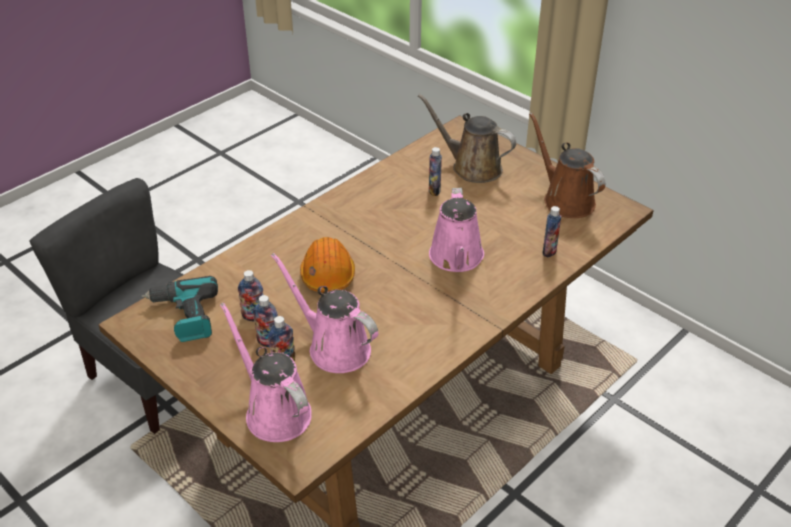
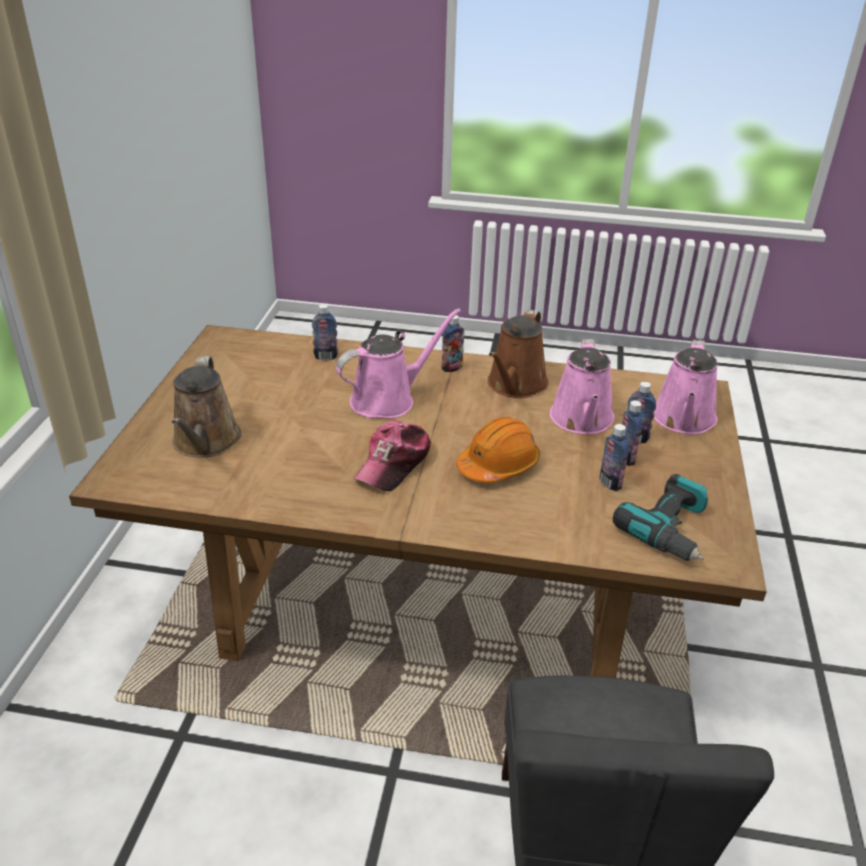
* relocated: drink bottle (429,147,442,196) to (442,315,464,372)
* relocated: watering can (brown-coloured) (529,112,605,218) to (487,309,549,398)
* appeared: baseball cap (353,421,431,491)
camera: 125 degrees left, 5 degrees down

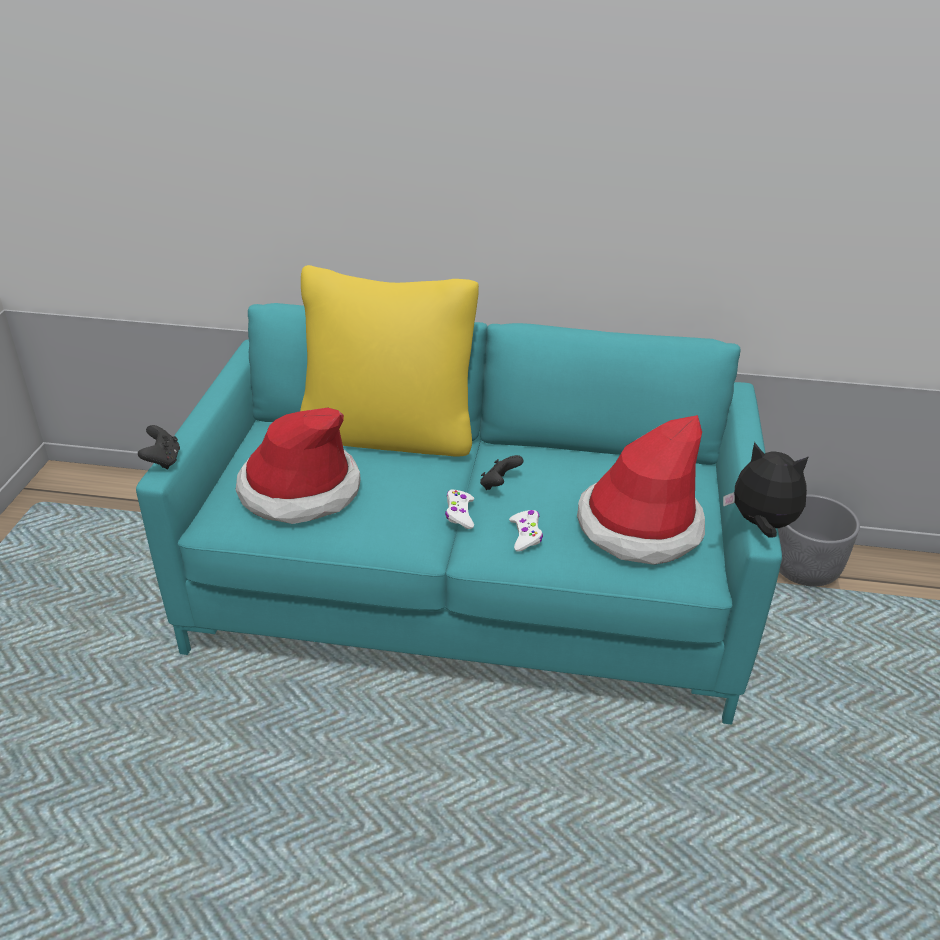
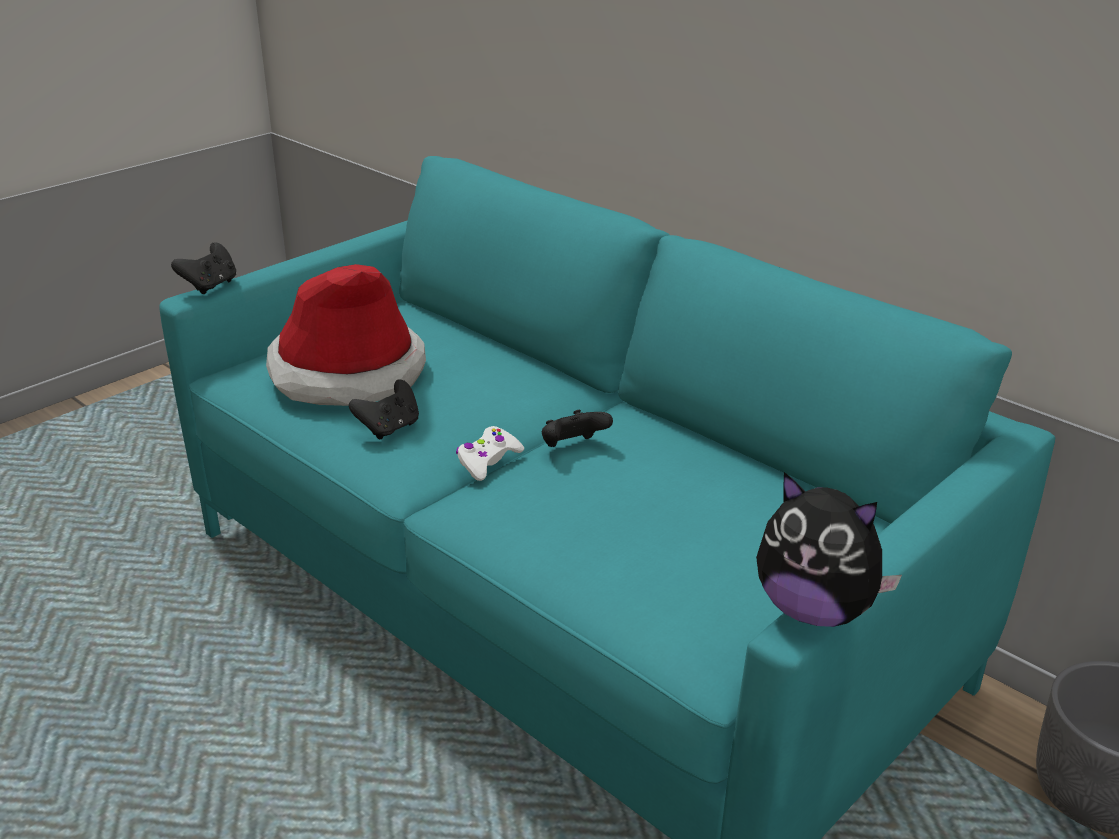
* missing: throw pillow (yellow-coloured) (300,265,479,457)
* missing: game controller (white-coloured) (509,510,543,552)
* missing: clothing hat (577,415,705,565)
* spun: soft toy (723,442,809,538) = (756,472,902,627) 150 degrees clockwise
* appeared: game controller (black) (349,379,419,439)
camera: 35 degrees right, 5 degrees down

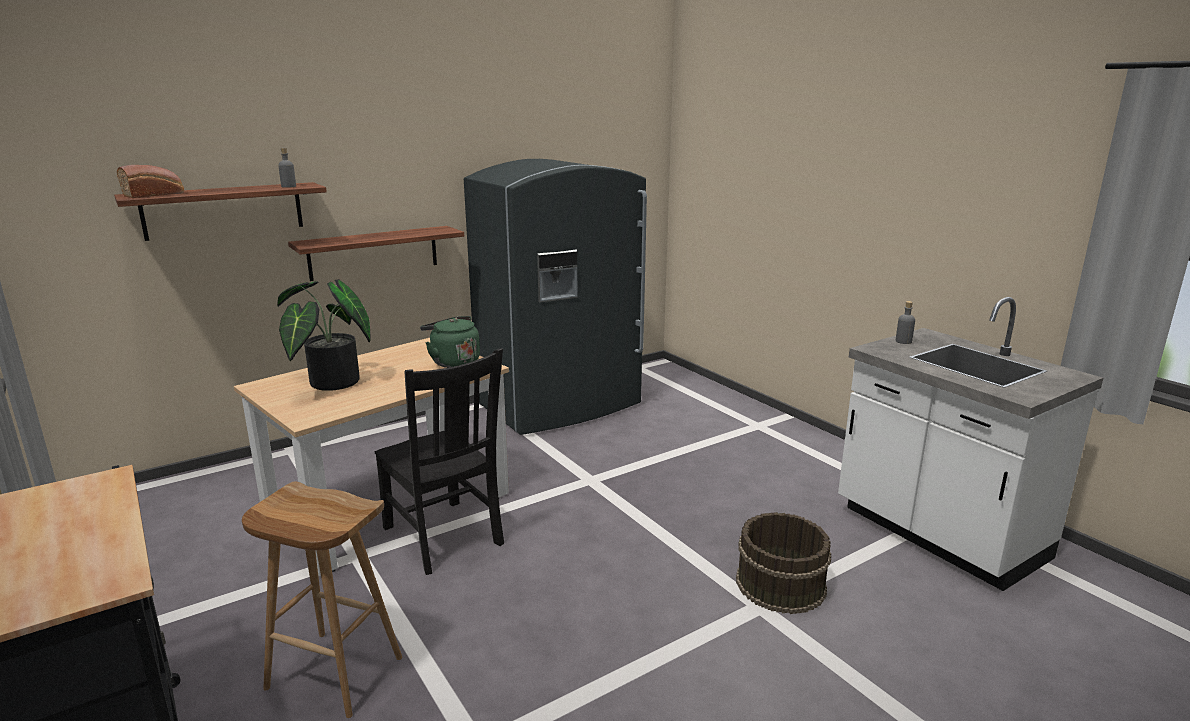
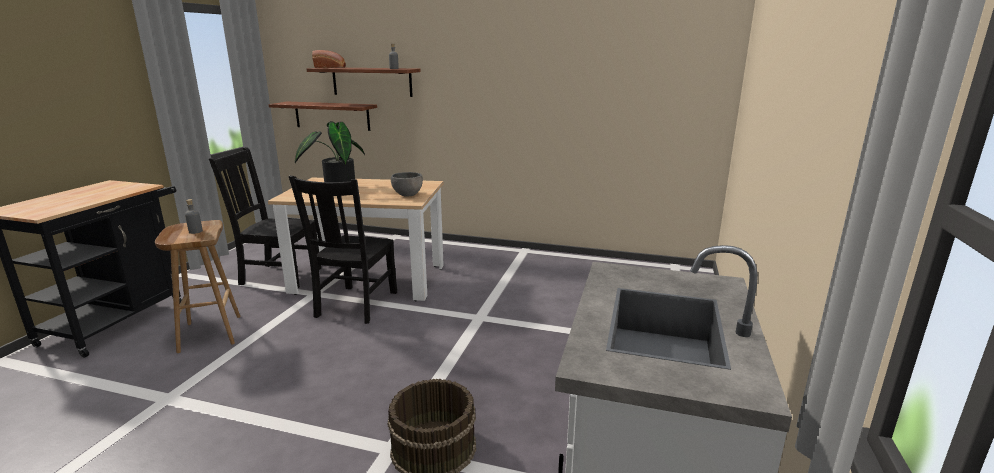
* relocated: shelf (288,226,464,281) to (269,102,377,131)
* exchanged: water kettle (green) (420,316,480,368) to deep dish (grey) (391,172,423,197)
* missing: kitchen fridge (grey) (464,159,647,435)
* relocated: drink bottle (grey) (896,301,915,344) to (185,199,203,234)
* appeared: chair (black) (209,147,321,288)
camera: 50 degrees right, 0 degrees up

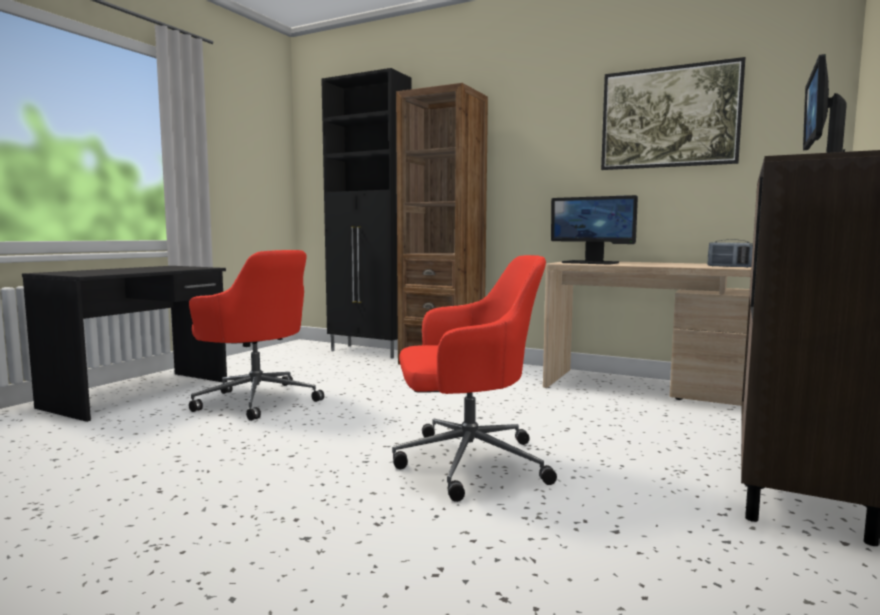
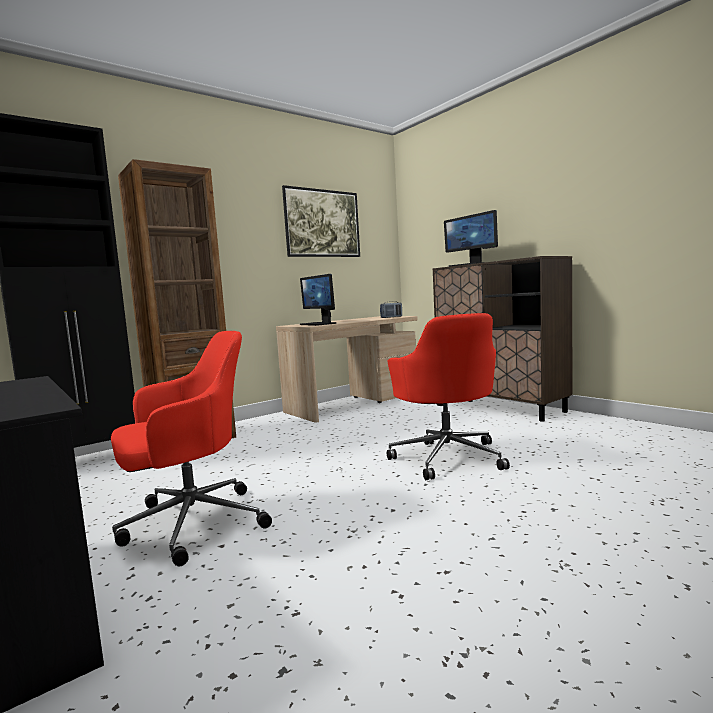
* spun: computer chair (red) (392,255,557,502) = (387,313,510,480) 150 degrees clockwise
* spun: computer screen (551,195,638,264) = (300,274,336,326) 90 degrees clockwise
camera: 65 degrees left, 0 degrees up

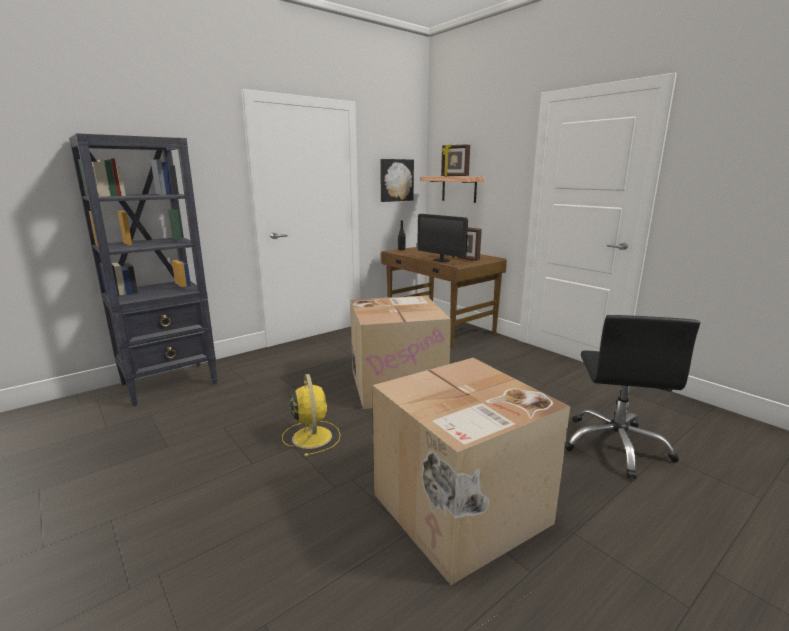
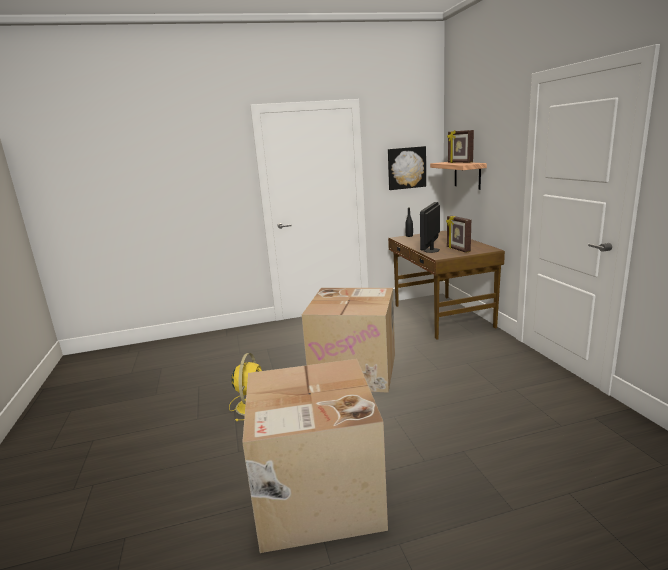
* missing: bookshelf (black) (69,133,217,407)
* spun: computer screen (417,214,468,262) = (420,202,440,253) 45 degrees clockwise
* missing: computer chair (black) (565,315,700,479)
camera: 25 degrees right, 0 degrees up

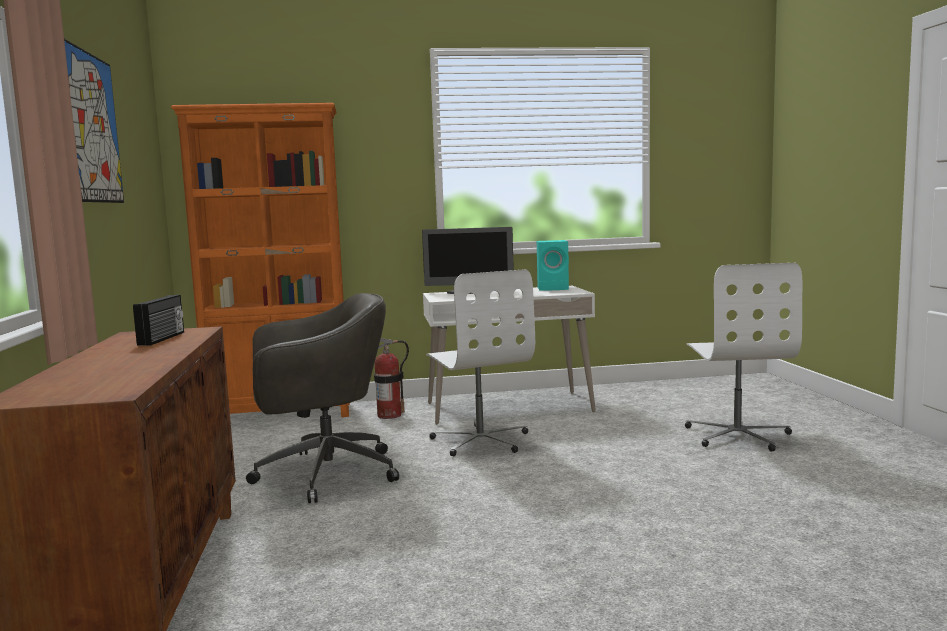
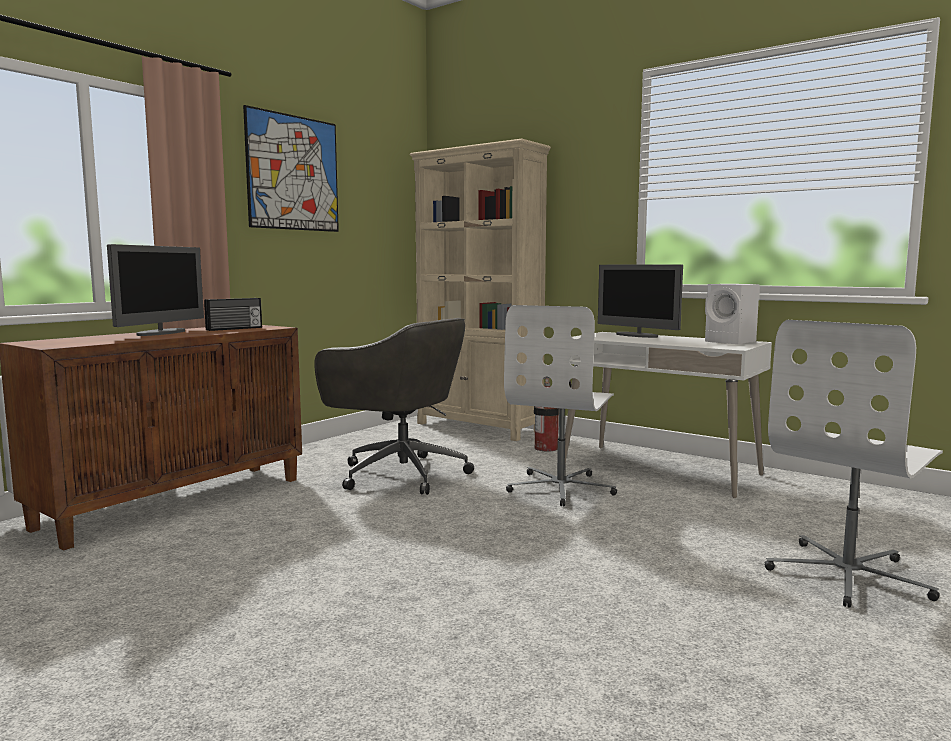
* colour: bookshelf (orange) (171,103,350,417) to bookshelf (sand-coloured) (409,139,551,441)
* colour: loudspeaker (turquoise-coloured) (537,240,569,291) to loudspeaker (white-coloured) (705,284,760,344)
* appeared: computer screen (107,244,204,336)
camera: 45 degrees right, 0 degrees up

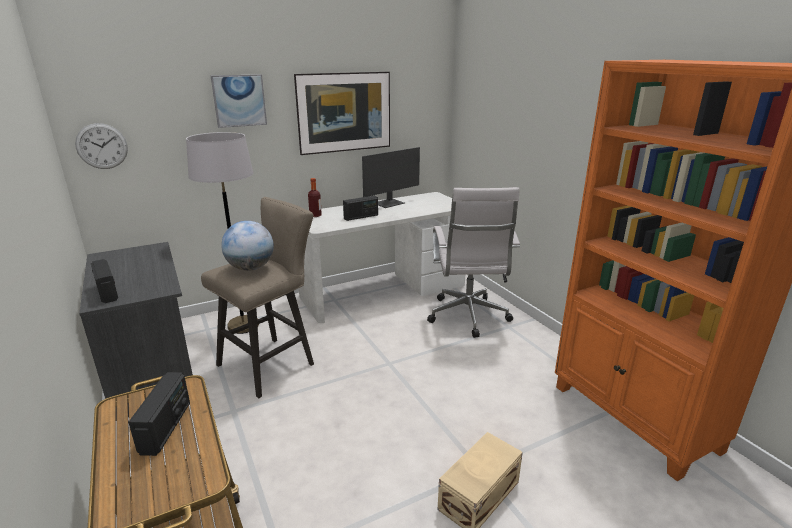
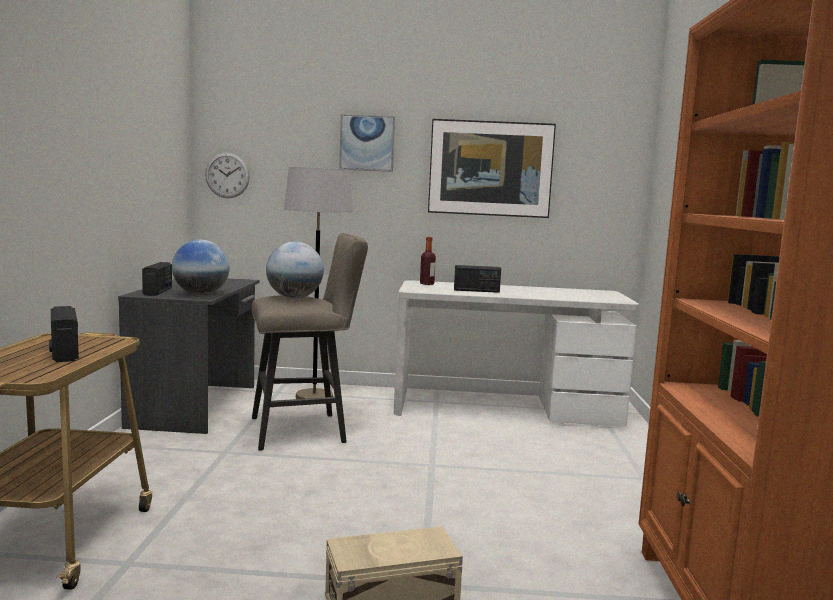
* spun: radio (128,372,190,456) = (49,306,79,362) 120 degrees clockwise
* missing: computer screen (362,147,420,208)
* missing: computer chair (white-coloured) (427,187,520,338)
* appeared: desk globe (172,240,230,295)
camera: 30 degrees right, 15 degrees down

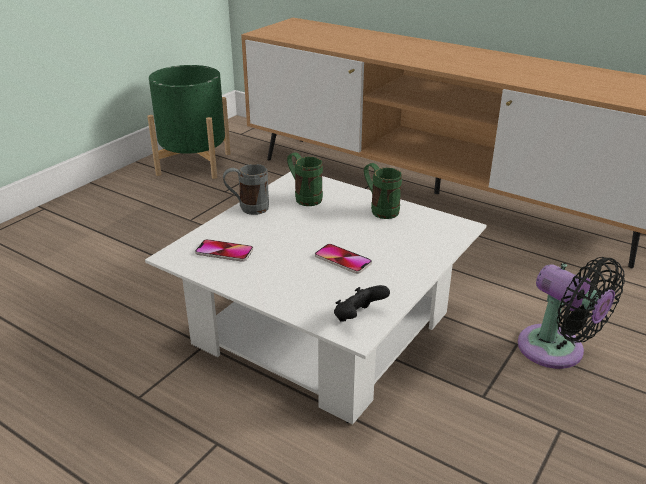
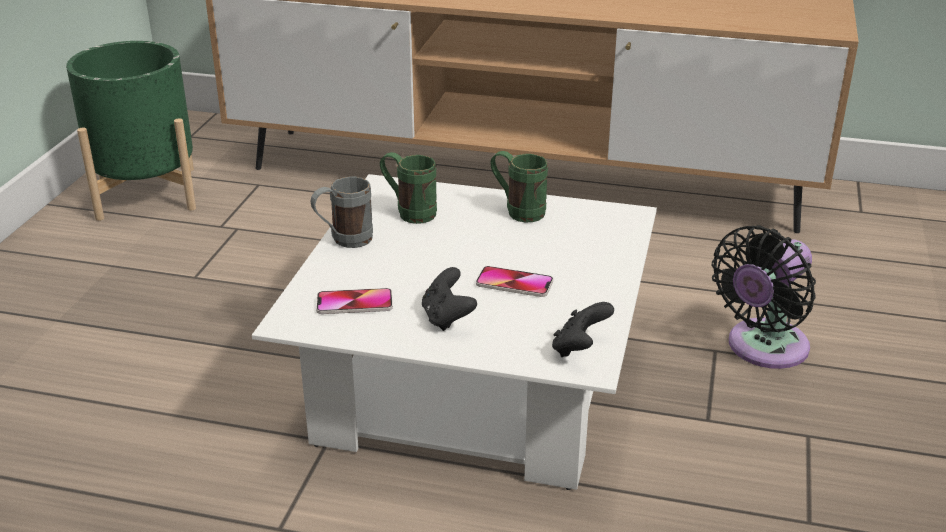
* spun: fan (black) (518,257,625,369) = (712,225,816,369) 105 degrees clockwise
* appeared: game controller (black) (422,267,477,331)
camera: 20 degrees left, 0 degrees up

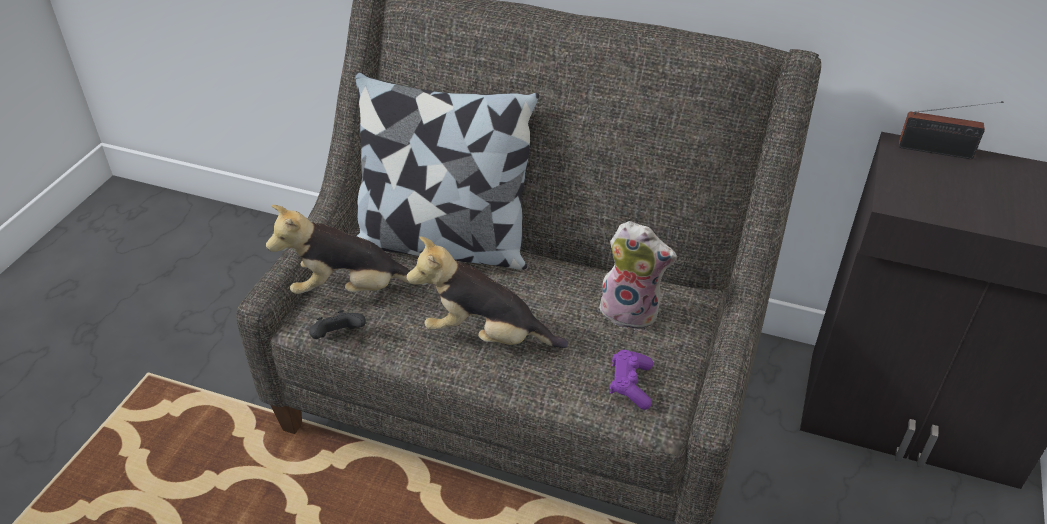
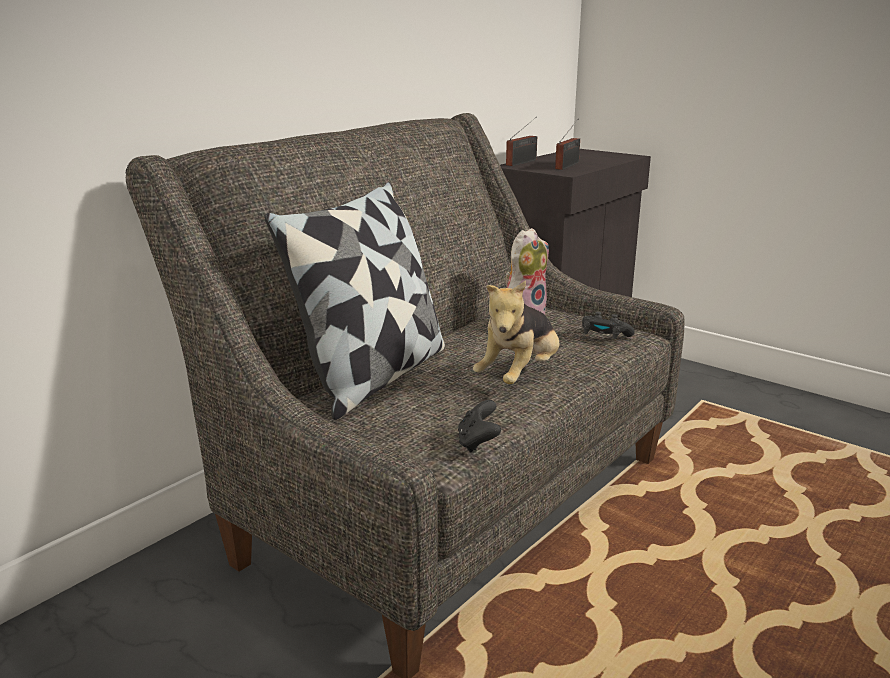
* missing: soft toy (266,205,421,294)
* colour: game controller (purplish) (610,350,653,410) to game controller (black) (582,312,635,339)
* appeared: radio (555,119,580,170)
camera: 70 degrees left, 20 degrees down

